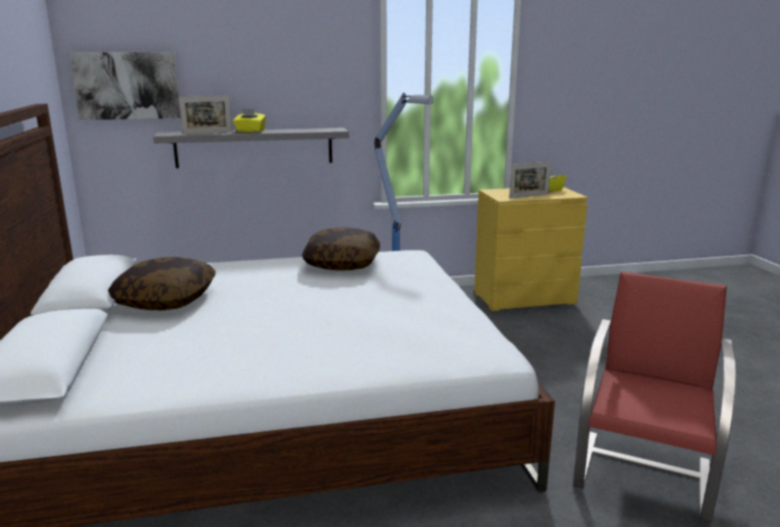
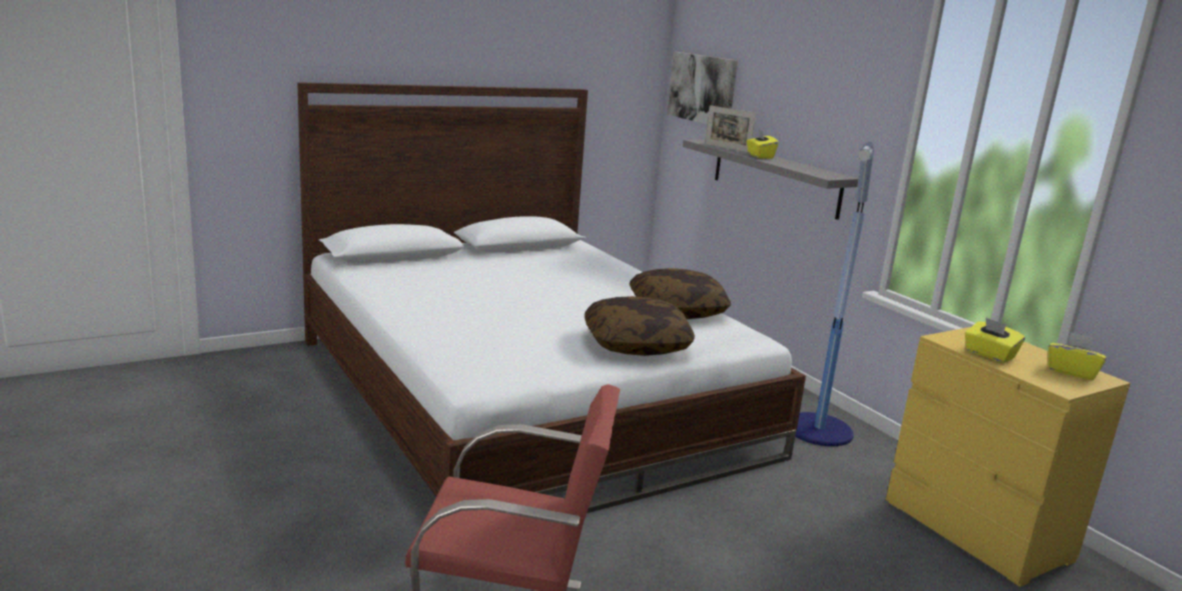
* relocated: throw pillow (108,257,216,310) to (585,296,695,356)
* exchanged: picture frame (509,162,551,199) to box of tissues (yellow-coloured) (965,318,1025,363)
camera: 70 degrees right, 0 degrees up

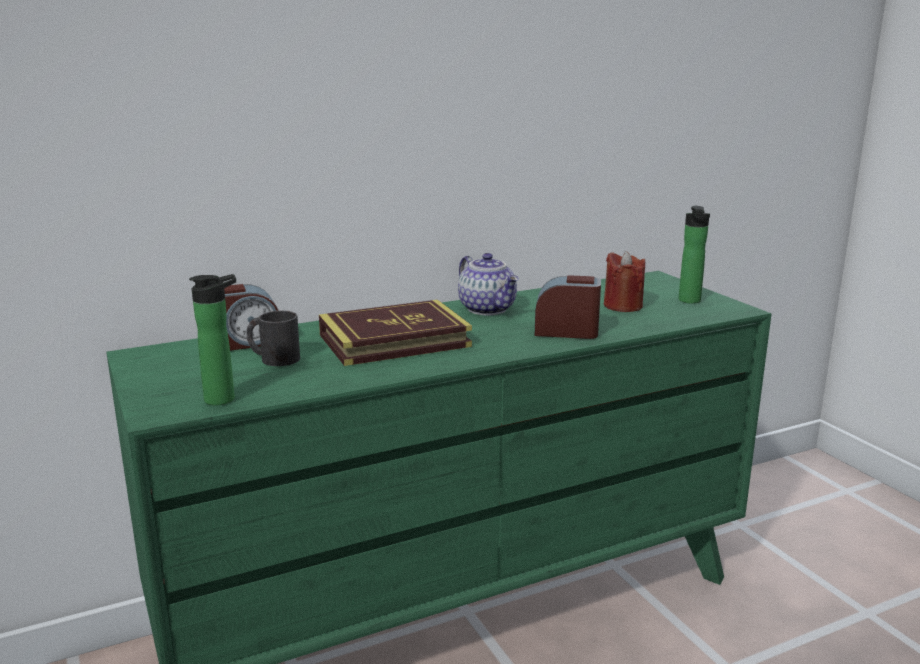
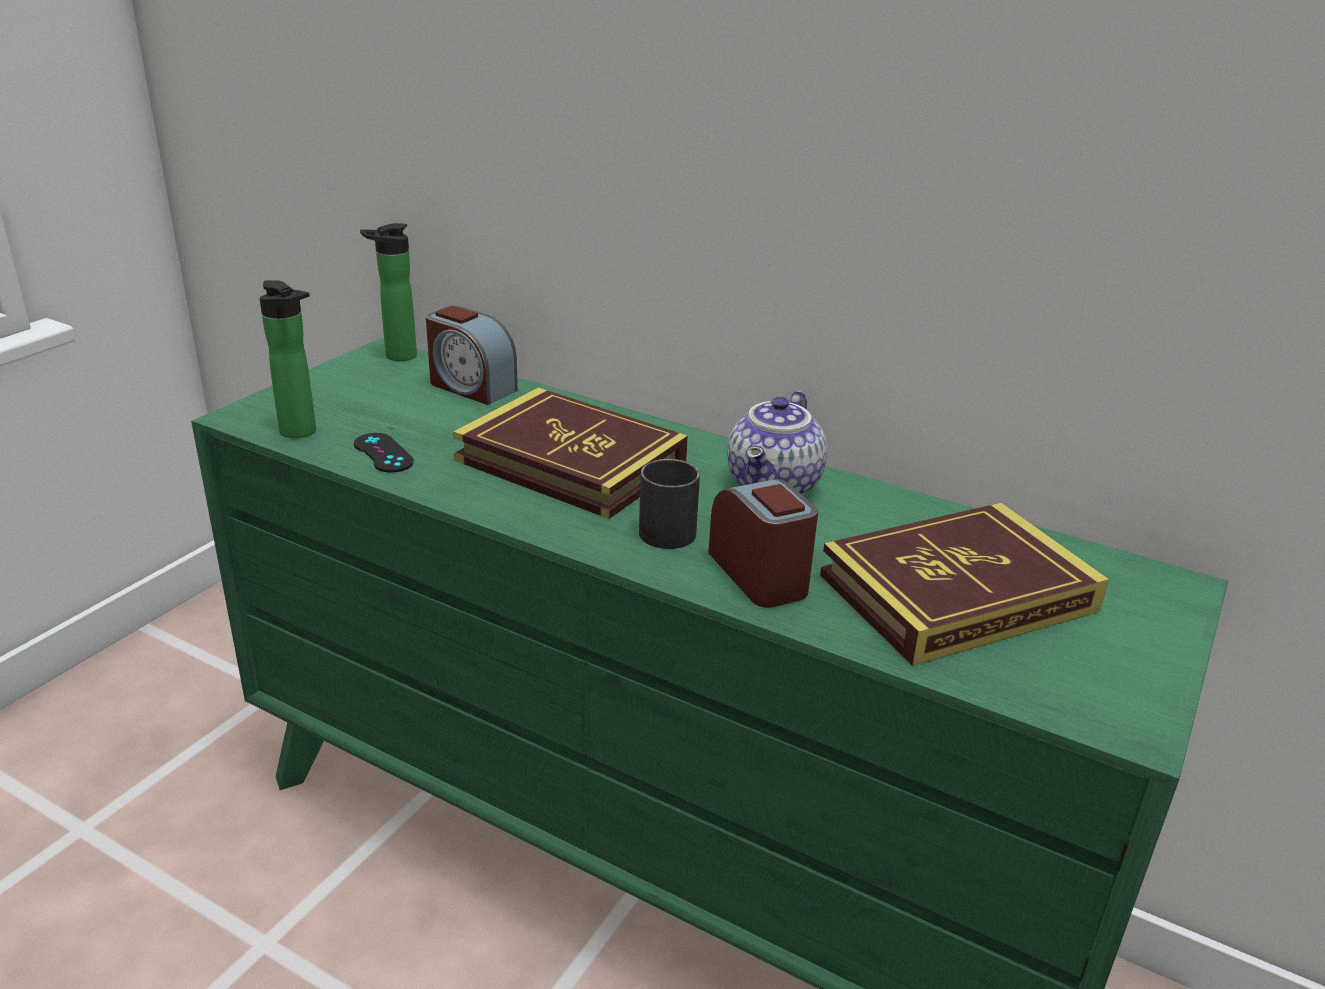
* relocated: coffee mug (black) (246,310,300,366) to (639,459,700,549)
* exchanged: candle (red) (604,251,645,312) to bound book (820,503,1109,666)
* relocated: drink bottle (679,206,710,304) to (360,223,417,361)
* appeared: game controller (black) (354,433,414,473)
camera: 55 degrees right, 10 degrees up

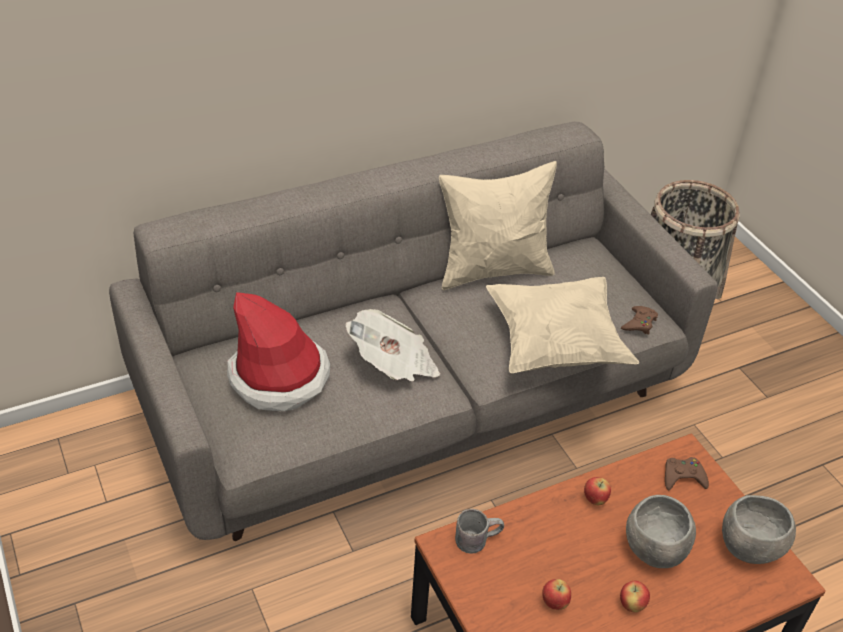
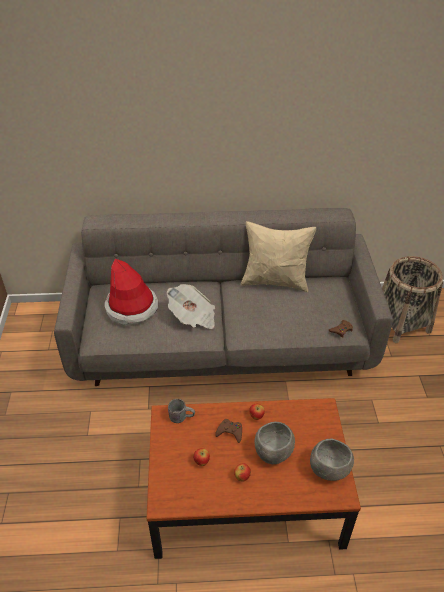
* missing: throw pillow (sand-coloured) (486,277,639,373)
* relocated: game controller (brown-coloured) (665,457,709,491) to (215,419,242,443)
camera: 25 degrees right, 0 degrees up

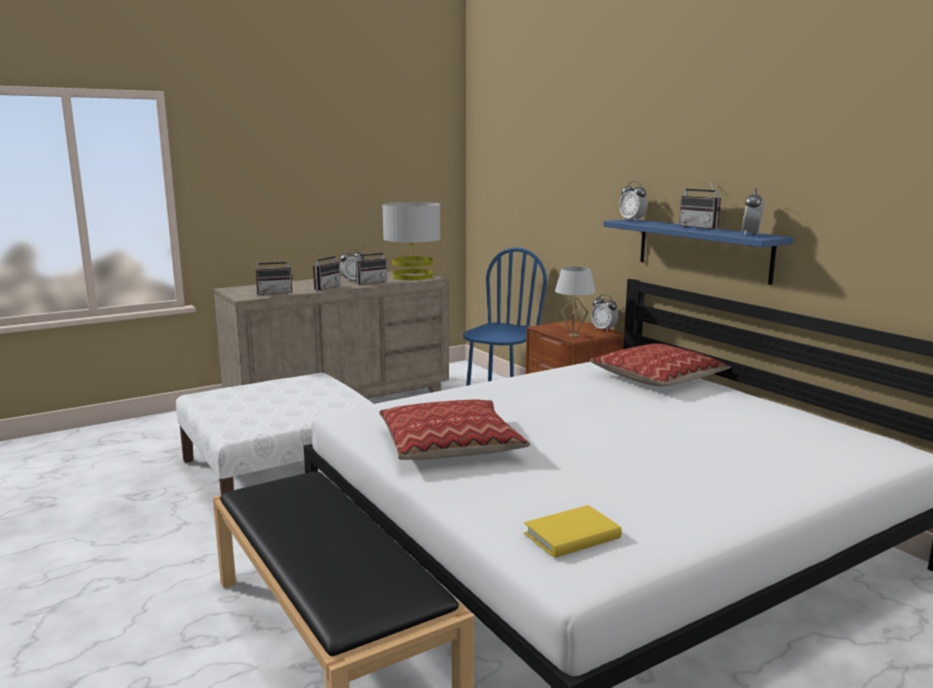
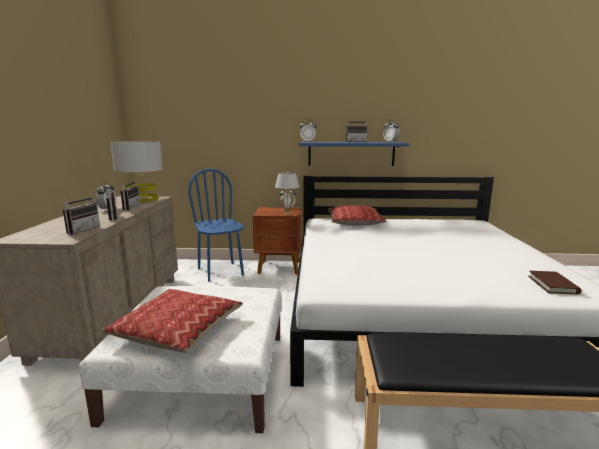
* relocated: throw pillow (379,400,530,460) to (101,289,243,353)
* colour: bound book (yellow-coloured) (524,505,622,558) to bound book (brown-coloured) (528,271,581,295)
camera: 55 degrees left, 0 degrees up

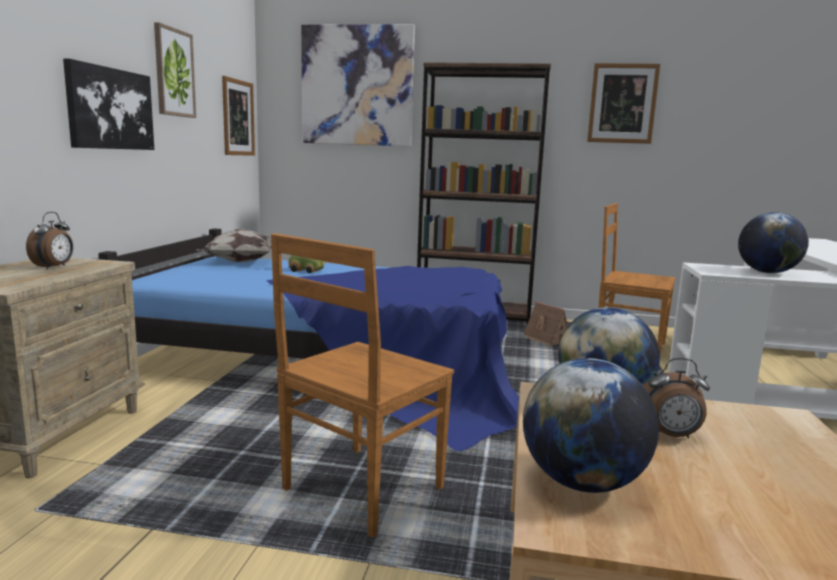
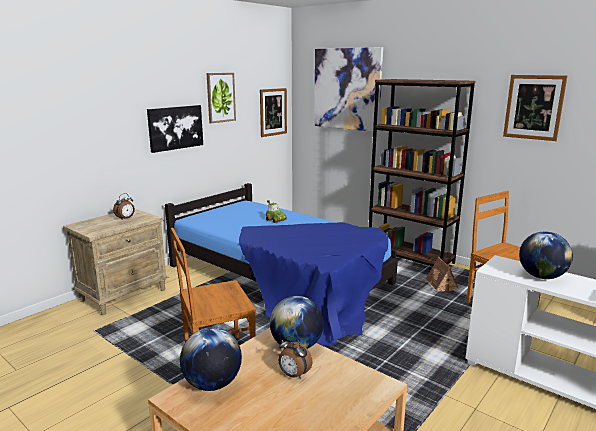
* missing: throw pillow (195,229,272,262)
camera: 30 degrees right, 5 degrees up

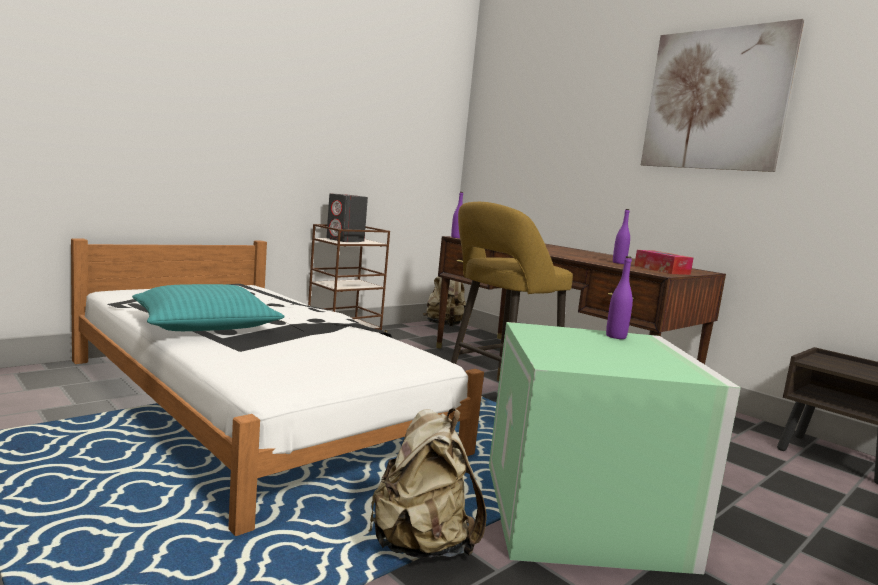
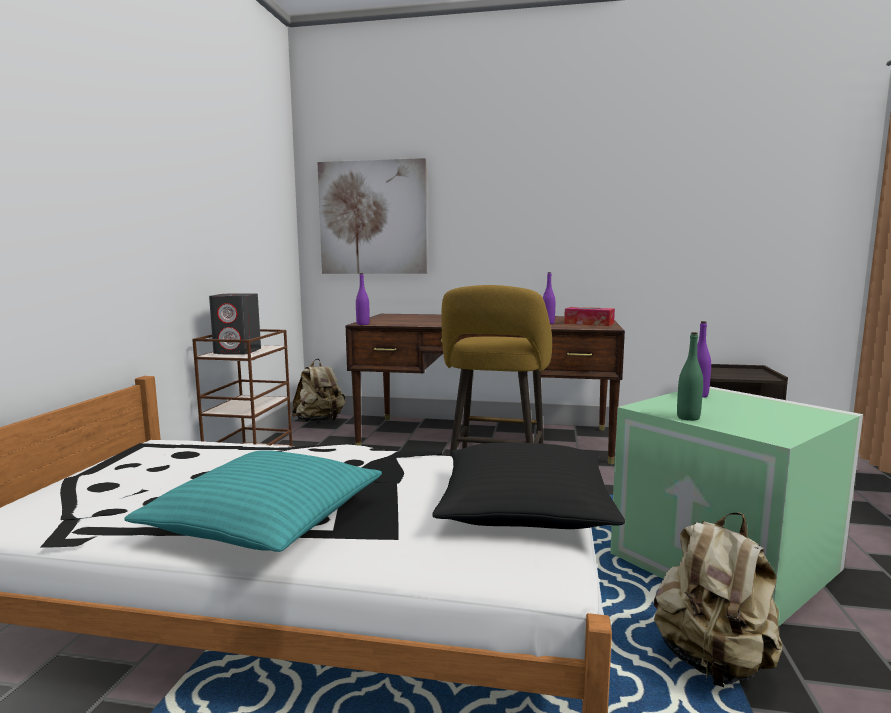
* relocated: wall art (641,19,804,172) to (318,158,427,274)
* appeared: throw pillow (black) (432,443,625,529)
* appeared: drink bottle (green) (677,332,703,421)
camera: 35 degrees left, 0 degrees up

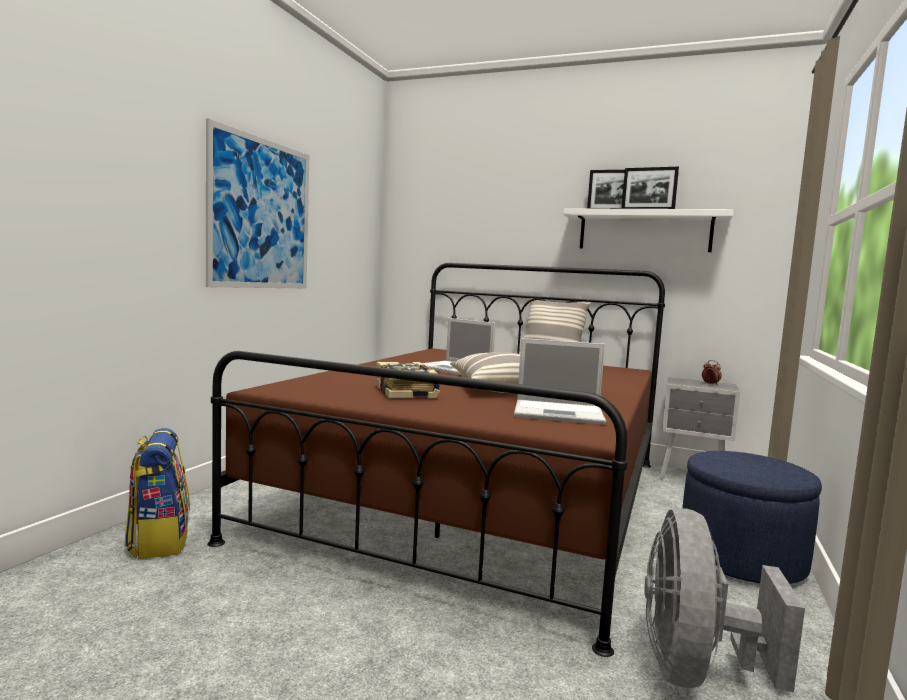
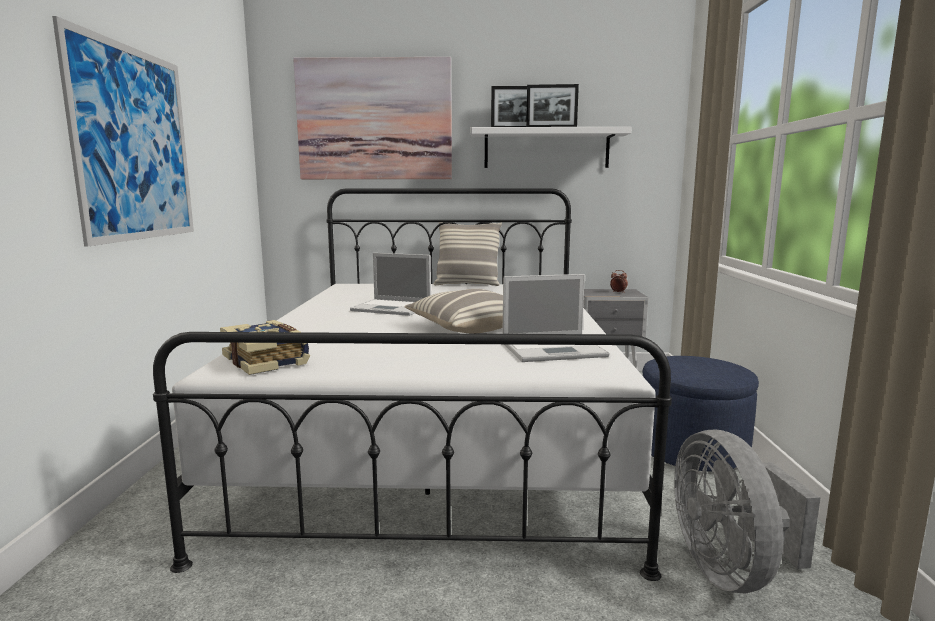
* missing: backpack (124,428,190,559)
* colour: bedroom bed (brown-coloured) (207,263,665,657) to bedroom bed (white-coloured) (153,188,672,581)
* relocated: bound book (375,362,440,398) to (220,320,310,375)
* appeared: wall art (293,57,452,179)
camera: 20 degrees left, 5 degrees up

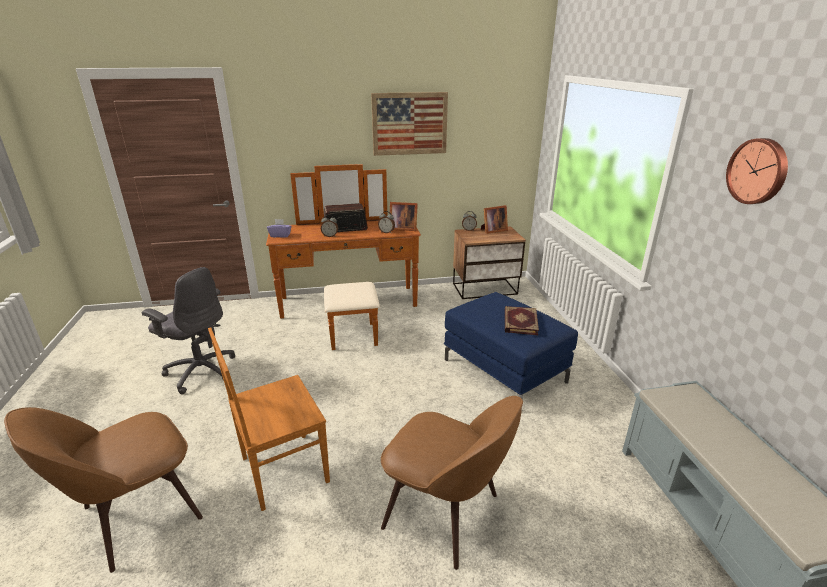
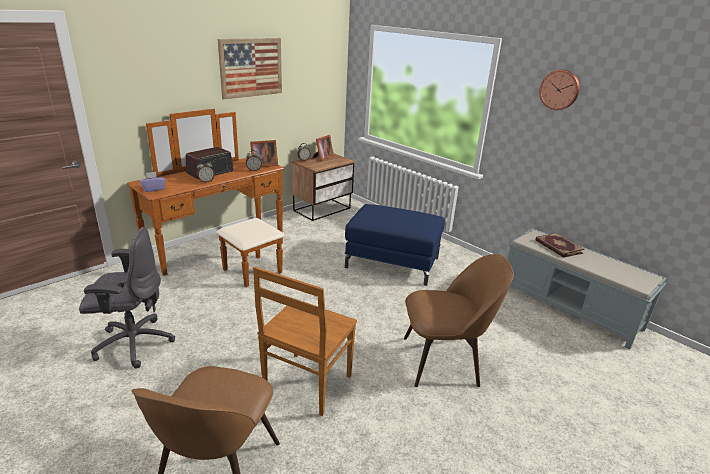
* relocated: bound book (505,306,539,335) to (535,233,585,258)
camera: 35 degrees left, 0 degrees up

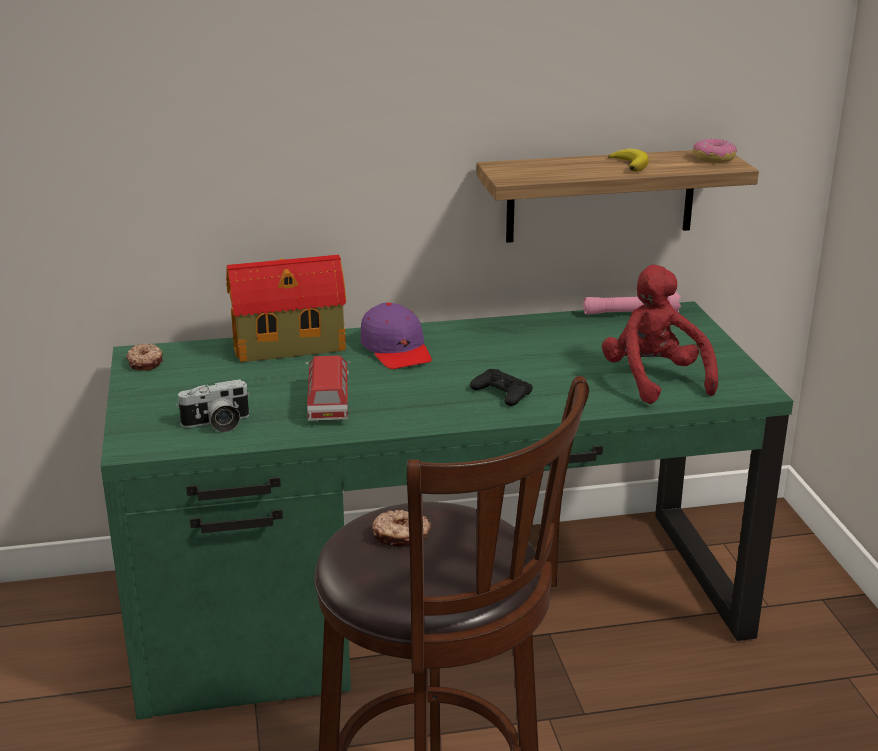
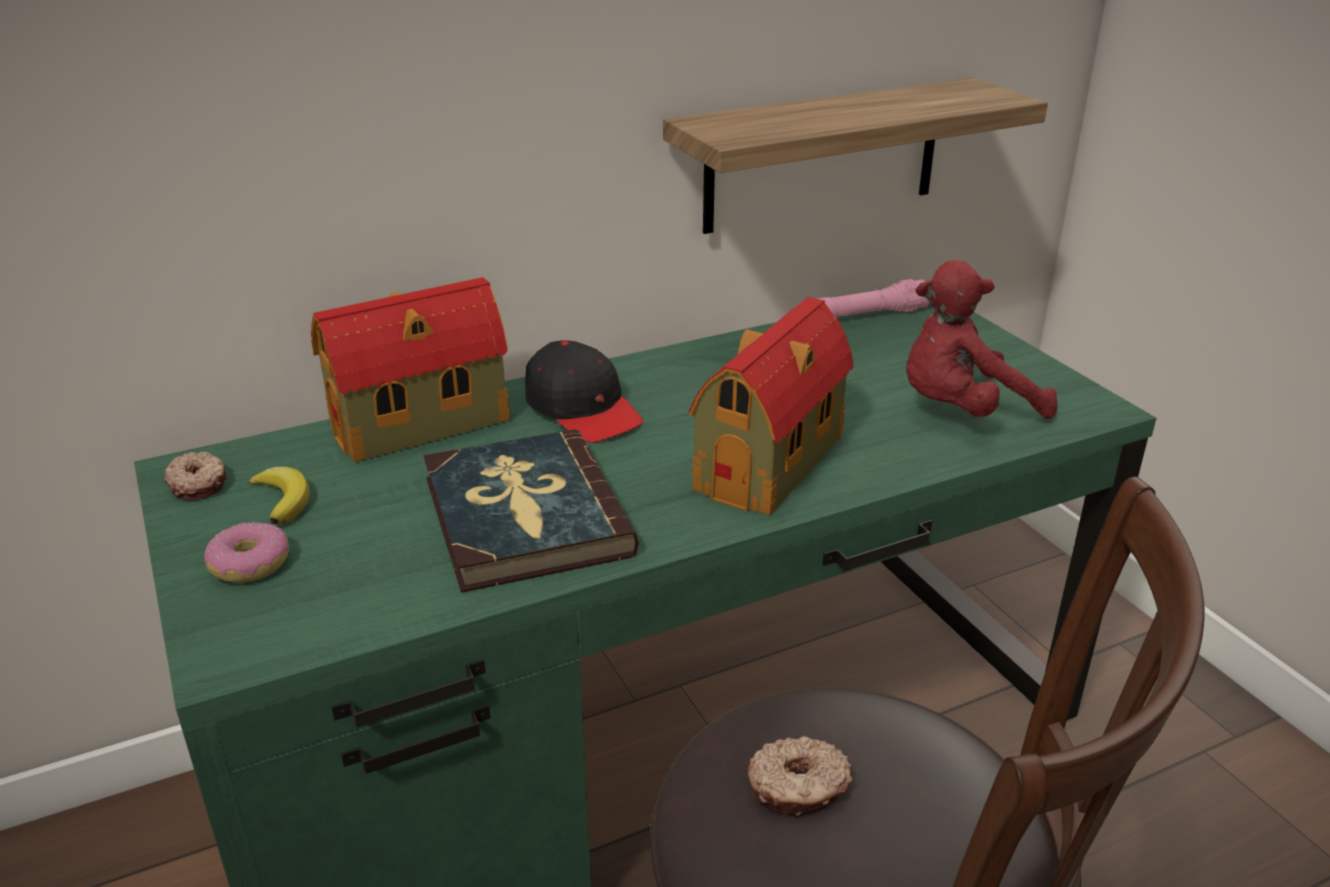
* missing: still camera (176,379,250,432)
* exchanged: model car (306,356,351,421) to bound book (424,429,639,593)
* colour: baseball cap (purplish) (361,303,432,369) to baseball cap (black) (525,340,644,443)
* exchanged: game controller (black) (470,369,533,406) to toy house (688,297,854,515)
* spun: soft toy (red) (602,265,718,404) = (906,260,1058,419) 75 degrees counterclockwise
* relocated: whole banana (608,148,649,172) to (249,467,310,525)
* relocated: doughnut (693,138,737,163) to (204,522,289,583)
camera: 15 degrees left, 5 degrees up

